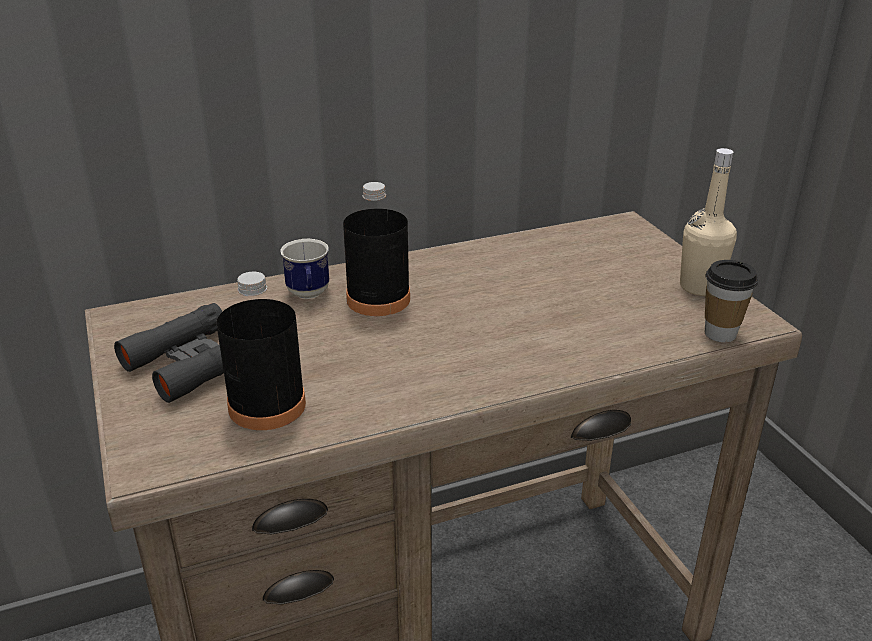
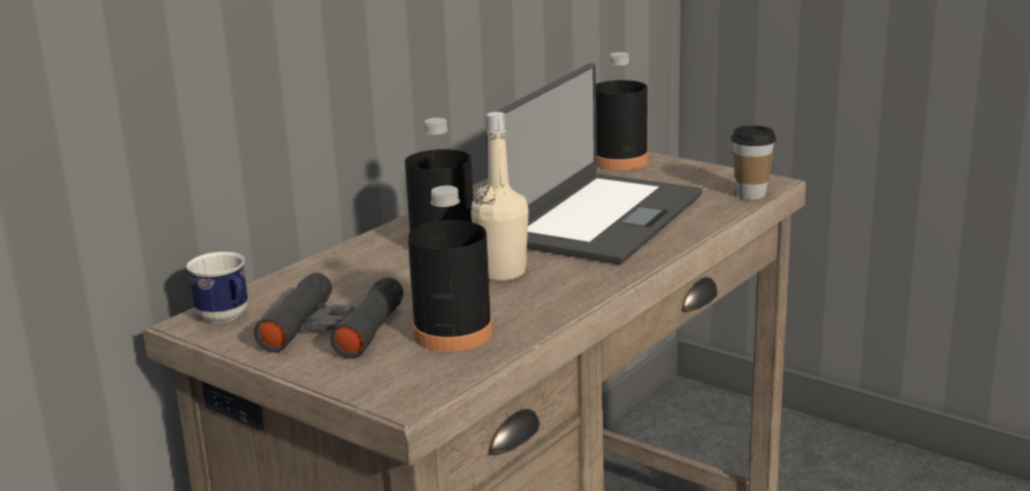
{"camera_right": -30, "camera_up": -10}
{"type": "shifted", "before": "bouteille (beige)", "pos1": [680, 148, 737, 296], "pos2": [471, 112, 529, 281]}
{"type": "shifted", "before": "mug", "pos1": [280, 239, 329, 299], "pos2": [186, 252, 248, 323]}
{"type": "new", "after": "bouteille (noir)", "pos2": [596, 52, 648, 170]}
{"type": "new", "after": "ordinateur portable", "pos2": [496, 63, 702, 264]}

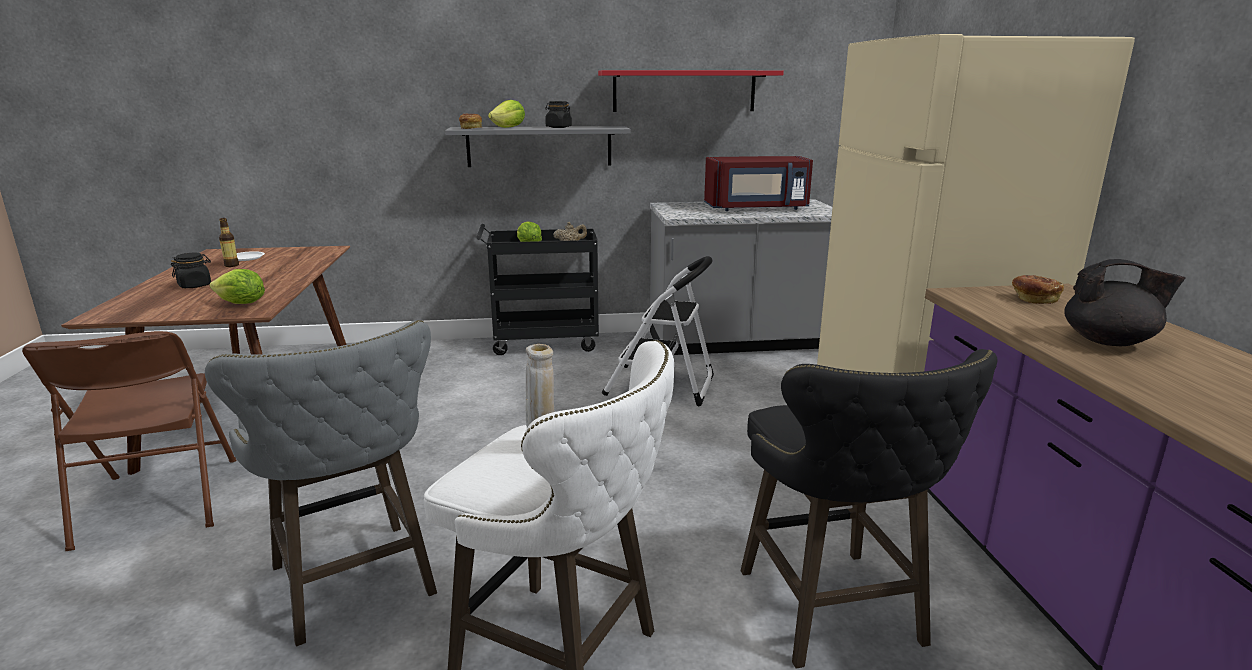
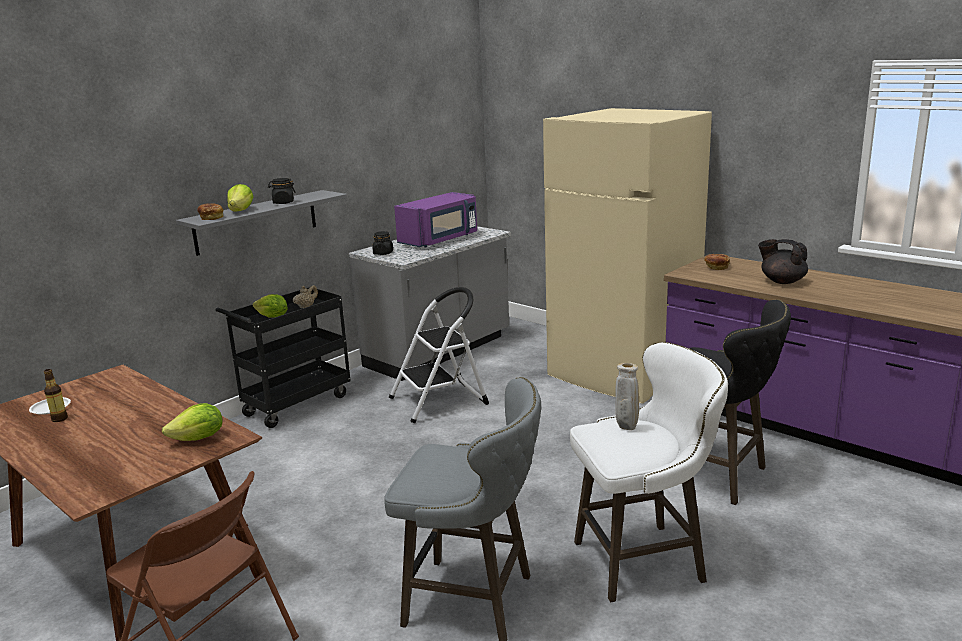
{"camera_right": -40, "camera_up": 0}
{"type": "gone", "before": "étagère (rouge)", "pos1": [598, 70, 784, 112]}
{"type": "repainted", "before": "micro-ondes (rouge)", "after": "micro-ondes (violet)", "pos1": [704, 156, 813, 211], "pos2": [394, 192, 477, 247]}
{"type": "shifted", "before": "bocal (noir)", "pos1": [171, 253, 211, 288], "pos2": [372, 231, 393, 255]}
{"type": "rotated", "before": "théière (noir)", "pos1": [1064, 259, 1186, 346], "pos2": [758, 239, 808, 284], "turn": -120}

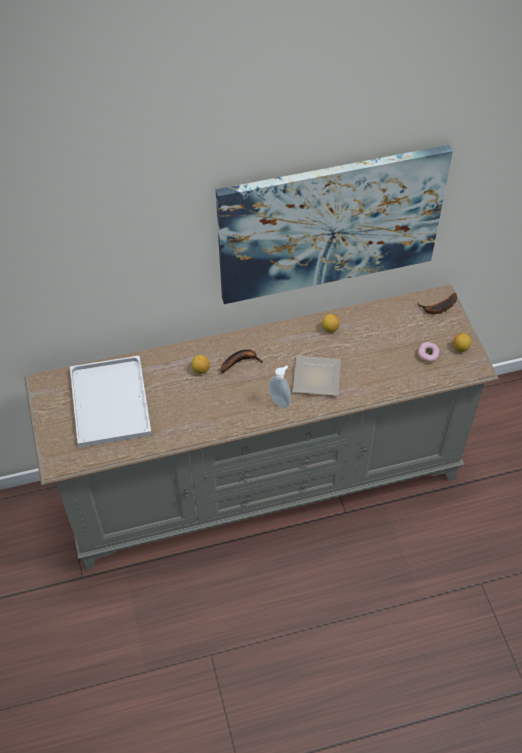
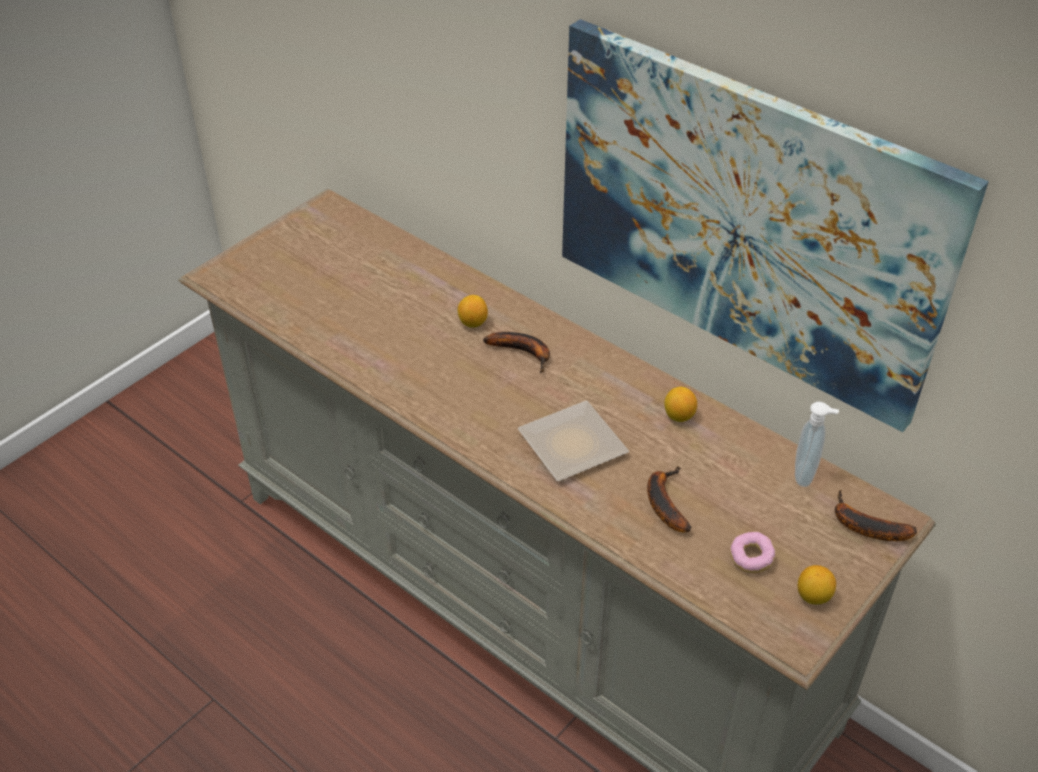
{"camera_right": 55, "camera_up": -10}
{"type": "gone", "before": "plateau (blanc)", "pos1": [70, 356, 152, 447]}
{"type": "shifted", "before": "distributeur de savon", "pos1": [269, 366, 291, 408], "pos2": [795, 402, 839, 487]}
{"type": "new", "after": "banane", "pos2": [647, 466, 691, 532]}

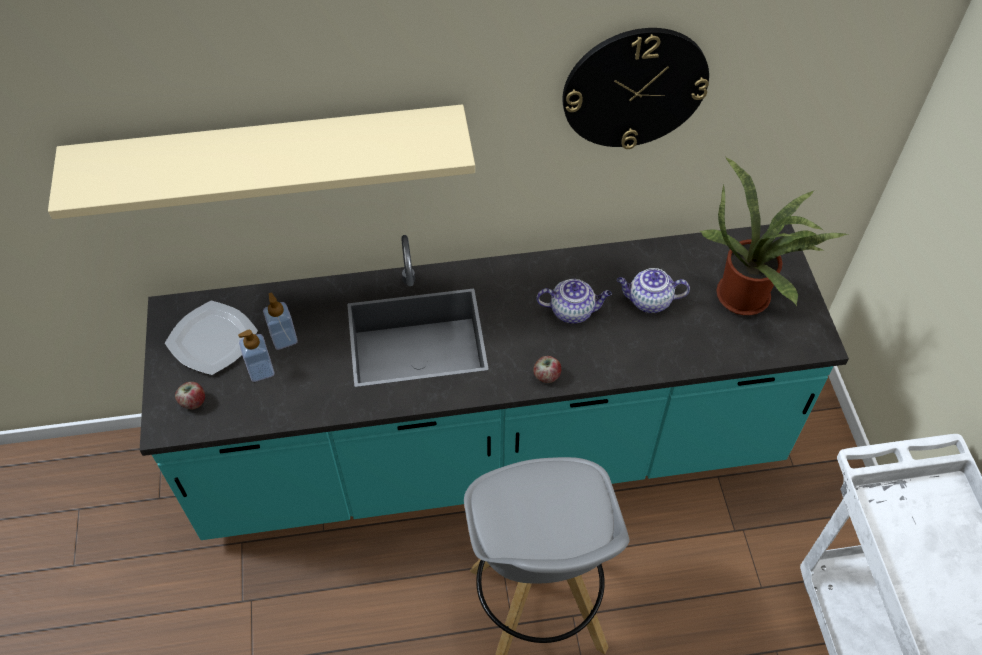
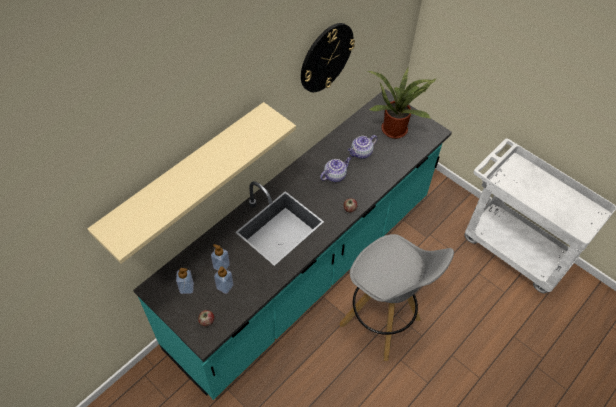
{"camera_right": -40, "camera_up": 0}
{"type": "swapped", "before": "assiette", "after": "distributeur de savon", "pos1": [165, 301, 258, 375], "pos2": [176, 268, 194, 294]}

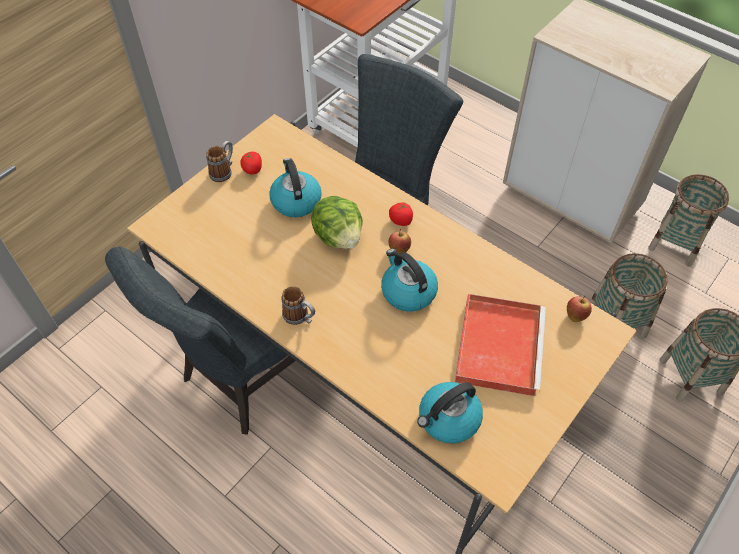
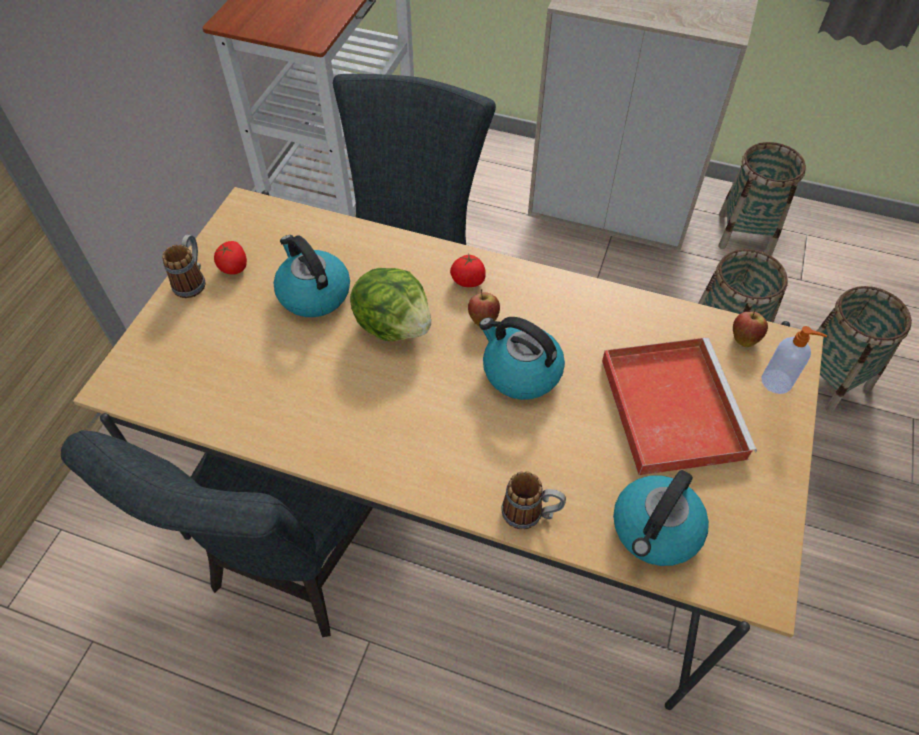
{"camera_right": -20, "camera_up": 0}
{"type": "shifted", "before": "mug", "pos1": [282, 286, 315, 325], "pos2": [501, 471, 566, 530]}
{"type": "new", "after": "distributeur de savon", "pos2": [762, 326, 827, 394]}

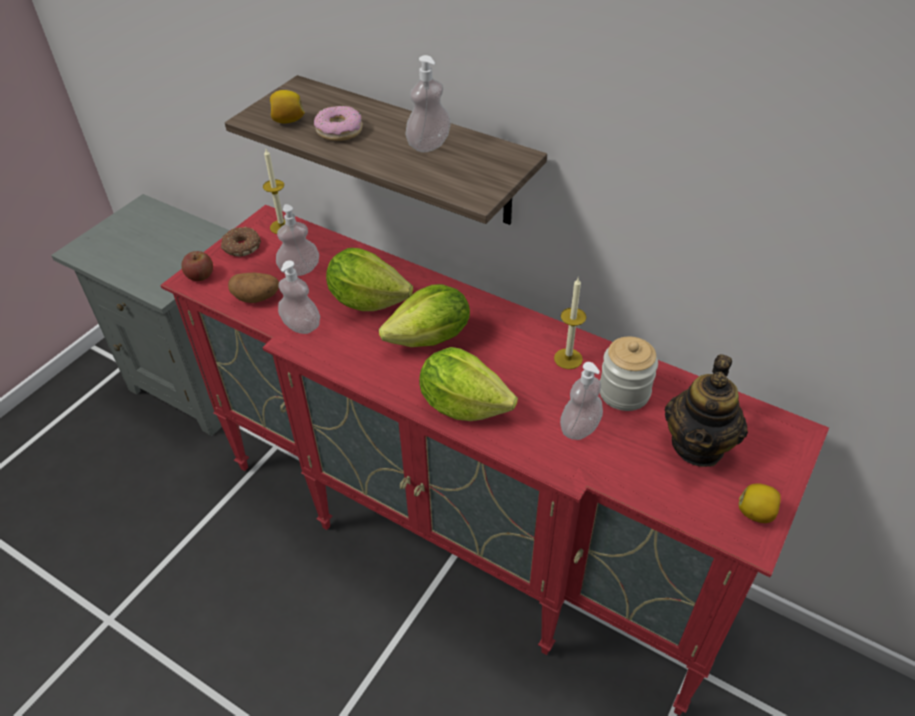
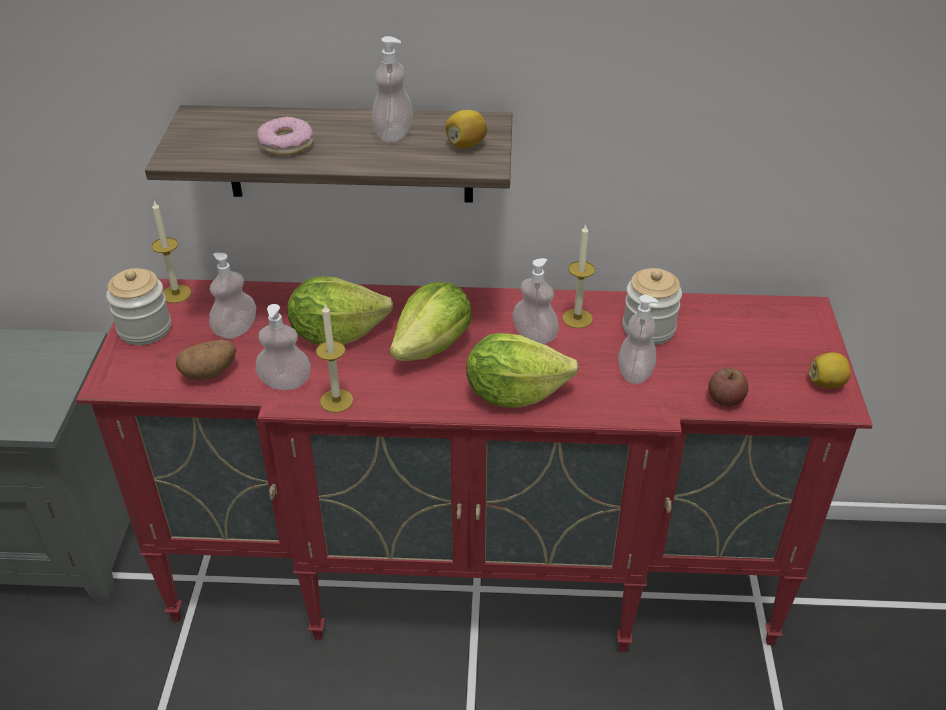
{"camera_right": -30, "camera_up": -5}
{"type": "shifted", "before": "citron", "pos1": [270, 90, 305, 123], "pos2": [445, 110, 487, 149]}
{"type": "swapped", "before": "beignet", "after": "bocal", "pos1": [221, 227, 261, 256], "pos2": [106, 268, 171, 345]}
{"type": "shifted", "before": "pomme", "pos1": [181, 251, 213, 281], "pos2": [708, 368, 748, 407]}
{"type": "gone", "before": "théière", "pos1": [665, 354, 748, 467]}
{"type": "new", "after": "distributeur de savon", "pos2": [512, 258, 559, 344]}
{"type": "new", "after": "bougie", "pos2": [316, 304, 353, 413]}

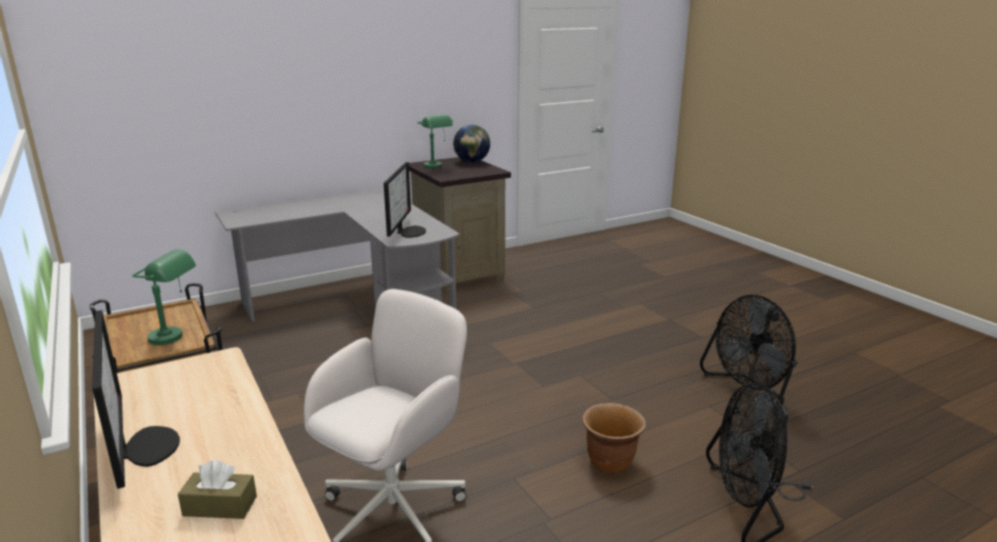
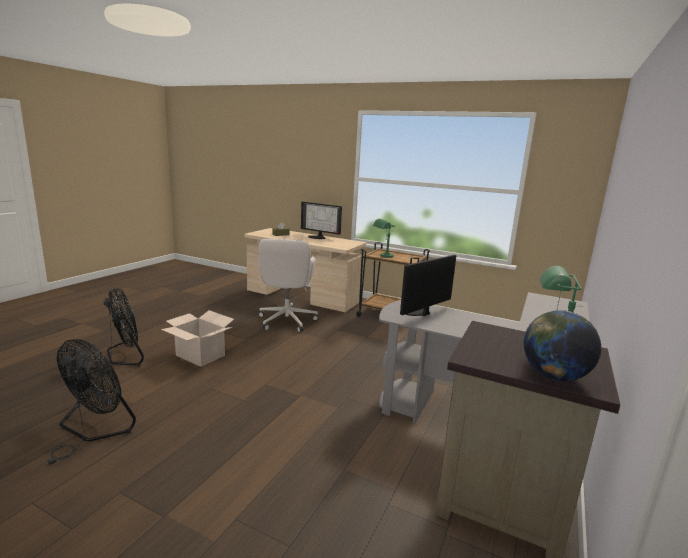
{"camera_right": 145, "camera_up": -5}
{"type": "rotated", "before": "écran d'ordinateur", "pos1": [384, 162, 426, 238], "pos2": [400, 255, 456, 316], "turn": 75}
{"type": "swapped", "before": "cache-pot (marron)", "after": "carton", "pos1": [582, 403, 646, 473], "pos2": [161, 310, 234, 367]}

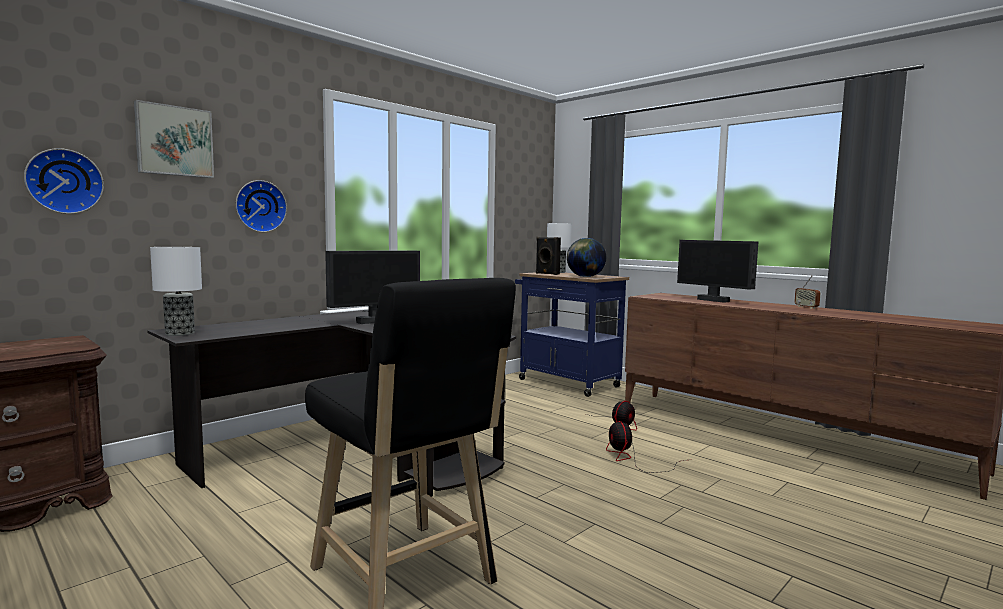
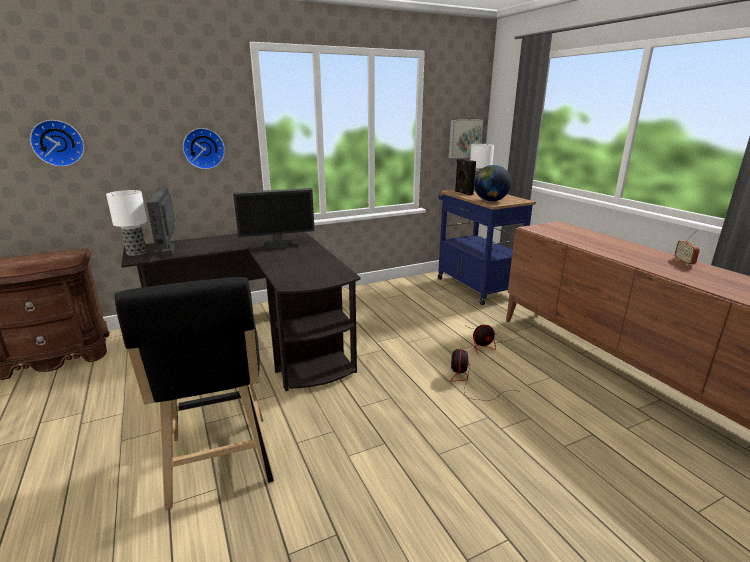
{"camera_right": 20, "camera_up": 15}
{"type": "shifted", "before": "tableau", "pos1": [134, 100, 214, 178], "pos2": [449, 119, 483, 158]}
{"type": "shifted", "before": "écran d'ordinateur", "pos1": [677, 240, 759, 303], "pos2": [147, 187, 175, 256]}

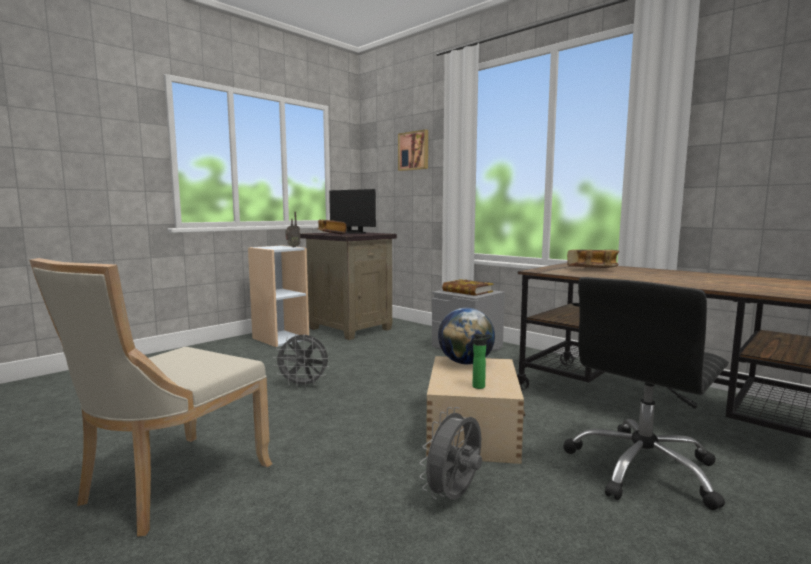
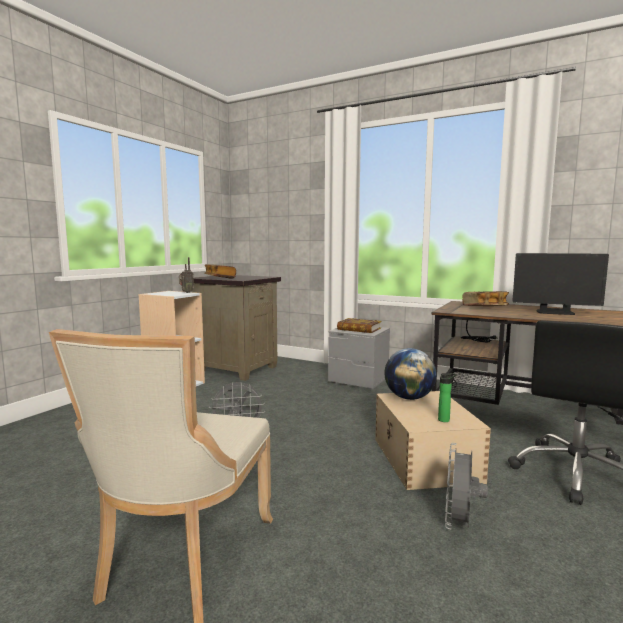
{"camera_right": -15, "camera_up": 0}
{"type": "gone", "before": "tableau", "pos1": [398, 129, 428, 171]}
{"type": "shifted", "before": "écran d'ordinateur", "pos1": [329, 189, 376, 234], "pos2": [512, 253, 609, 315]}

